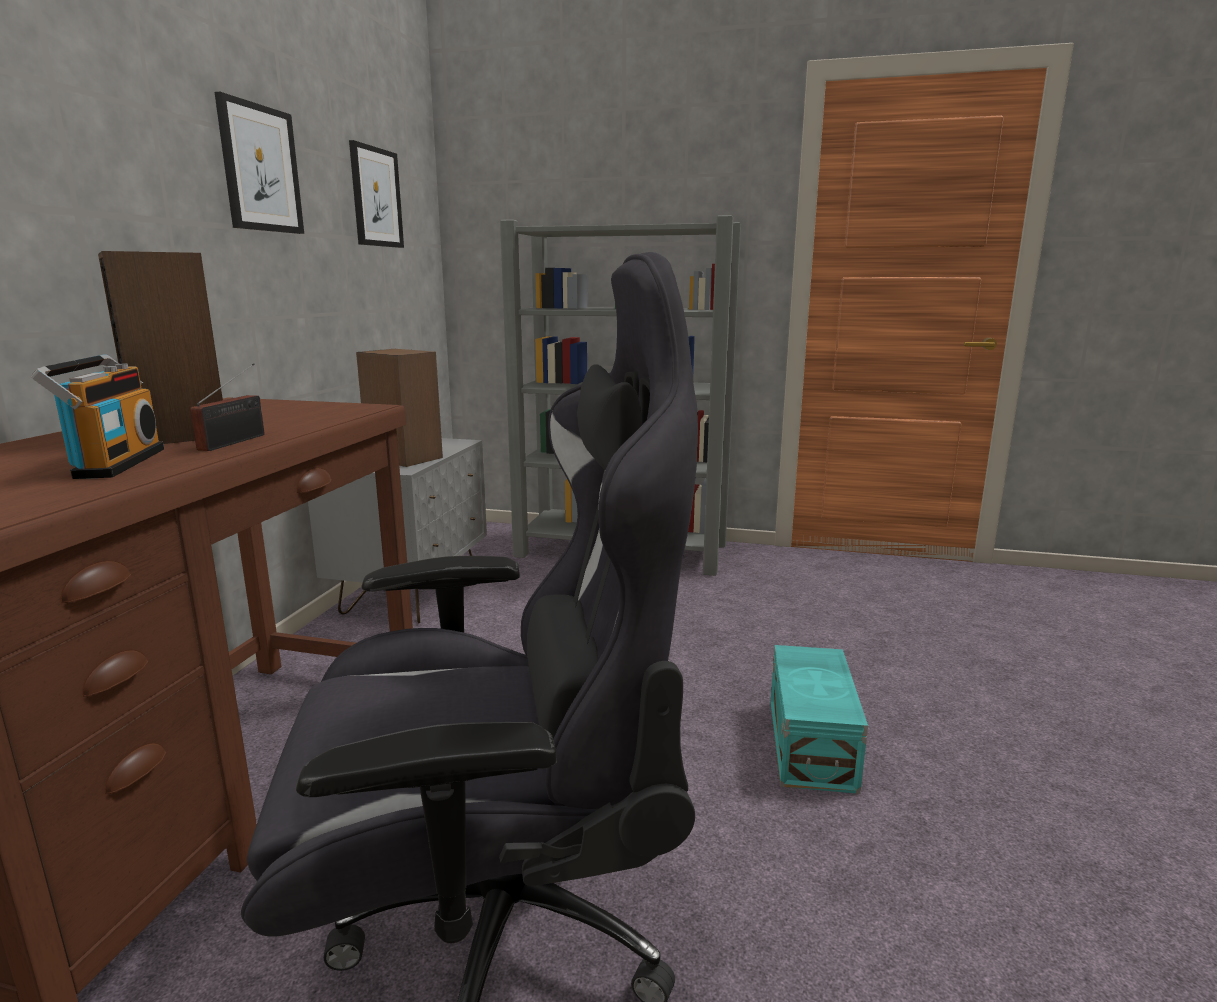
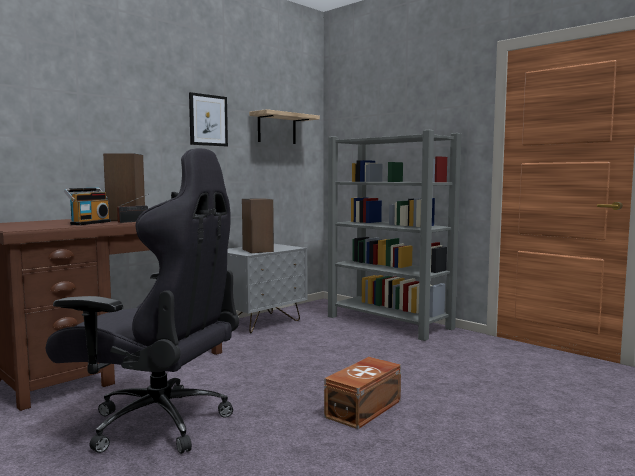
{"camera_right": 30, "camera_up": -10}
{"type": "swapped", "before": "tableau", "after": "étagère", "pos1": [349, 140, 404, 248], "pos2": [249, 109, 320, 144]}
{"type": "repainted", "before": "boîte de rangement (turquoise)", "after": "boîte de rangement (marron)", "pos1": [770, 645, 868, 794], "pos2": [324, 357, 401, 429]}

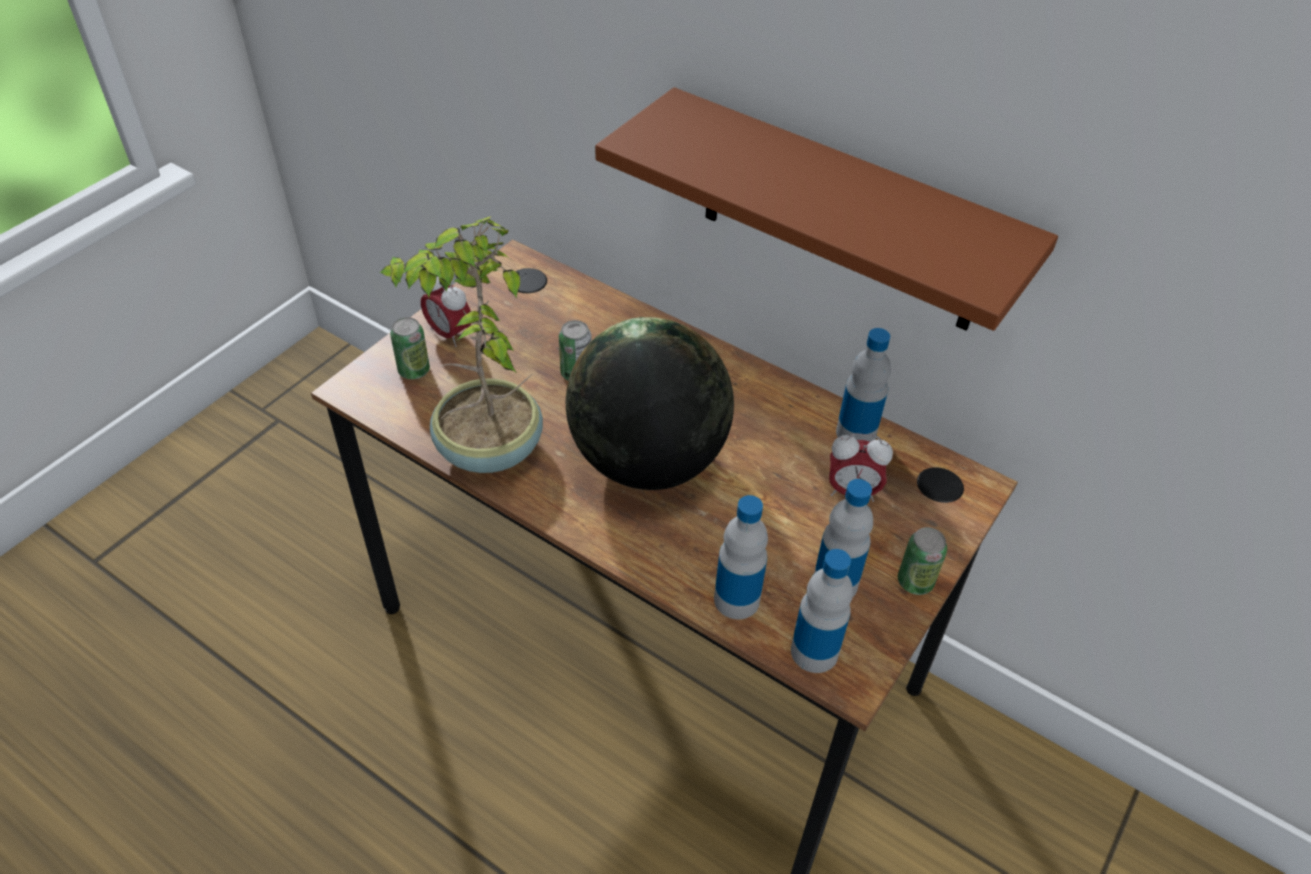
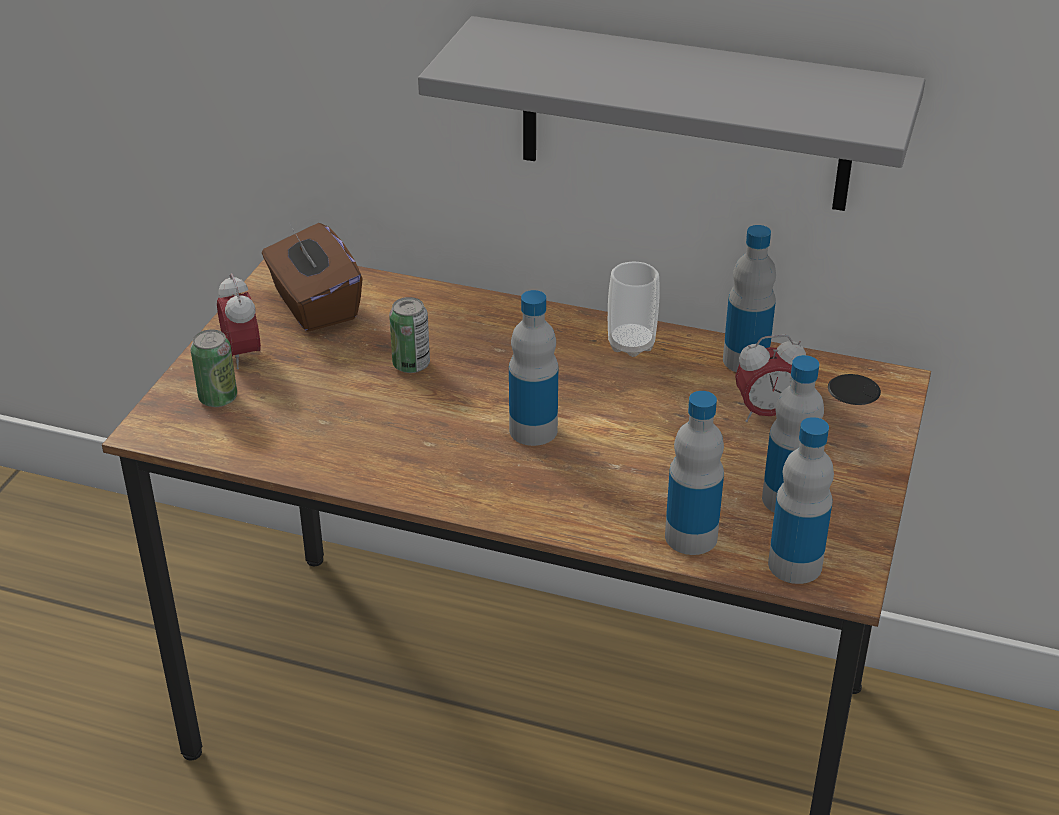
{"camera_right": -15, "camera_up": -10}
{"type": "repainted", "before": "étagère (marron)", "after": "étagère (gris)", "pos1": [595, 87, 1058, 331], "pos2": [418, 16, 925, 211]}
{"type": "gone", "before": "plante en pot", "pos1": [379, 216, 543, 473]}
{"type": "rotated", "before": "réveil", "pos1": [421, 276, 472, 347], "pos2": [217, 273, 261, 370], "turn": 45}
{"type": "swapped", "before": "globe", "after": "bouteille", "pos1": [566, 317, 734, 490], "pos2": [509, 290, 558, 446]}
{"type": "gone", "before": "boîte métallique", "pos1": [898, 527, 947, 595]}
{"type": "new", "after": "boîte à mouchoirs (marron)", "pos2": [262, 223, 363, 332]}
{"type": "new", "after": "tasse", "pos2": [608, 261, 660, 357]}

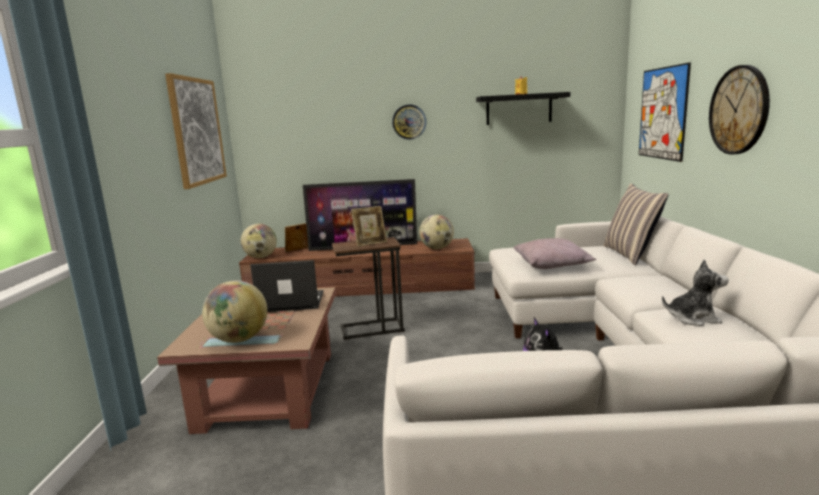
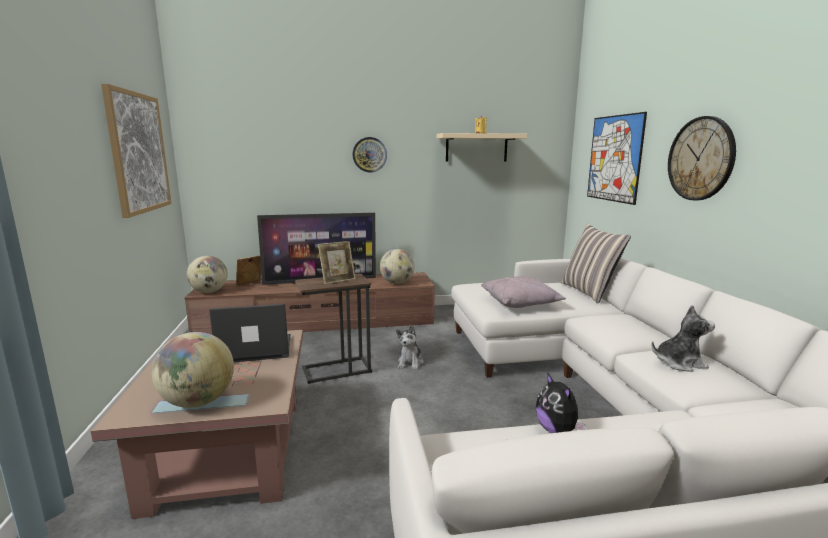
{"camera_right": -10, "camera_up": 0}
{"type": "repainted", "before": "étagère (noir)", "after": "étagère (beige)", "pos1": [476, 92, 570, 125], "pos2": [436, 133, 527, 162]}
{"type": "new", "after": "peluche", "pos2": [396, 325, 424, 370]}

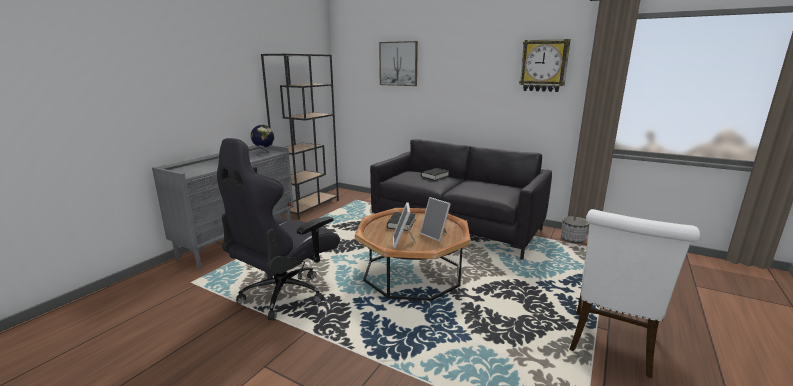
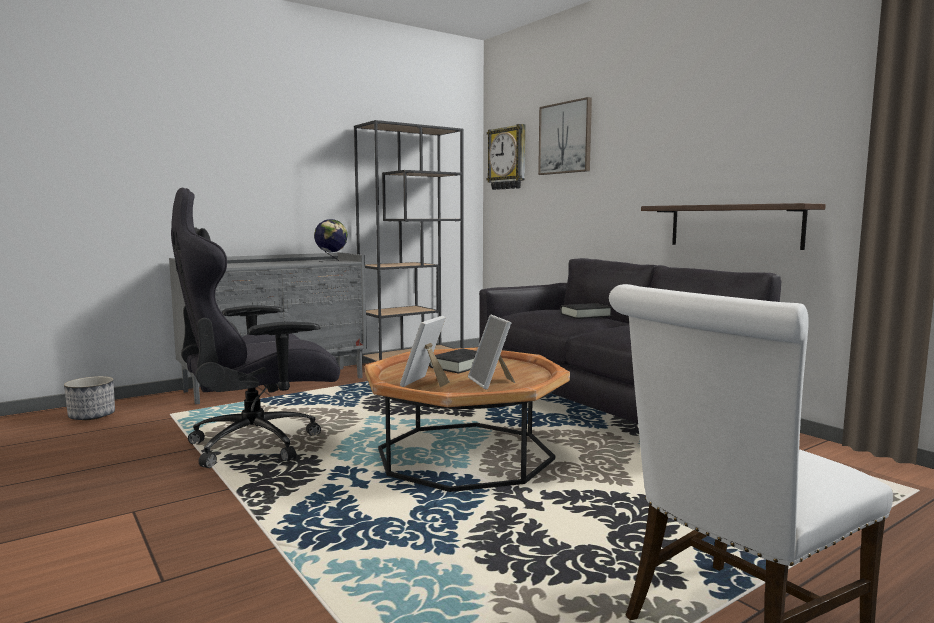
{"camera_right": 25, "camera_up": -10}
{"type": "shifted", "before": "horloge murale", "pos1": [519, 39, 571, 92], "pos2": [486, 124, 526, 190]}
{"type": "shifted", "before": "cache-pot", "pos1": [561, 216, 589, 243], "pos2": [64, 376, 115, 420]}
{"type": "new", "after": "étagère", "pos2": [641, 203, 826, 250]}

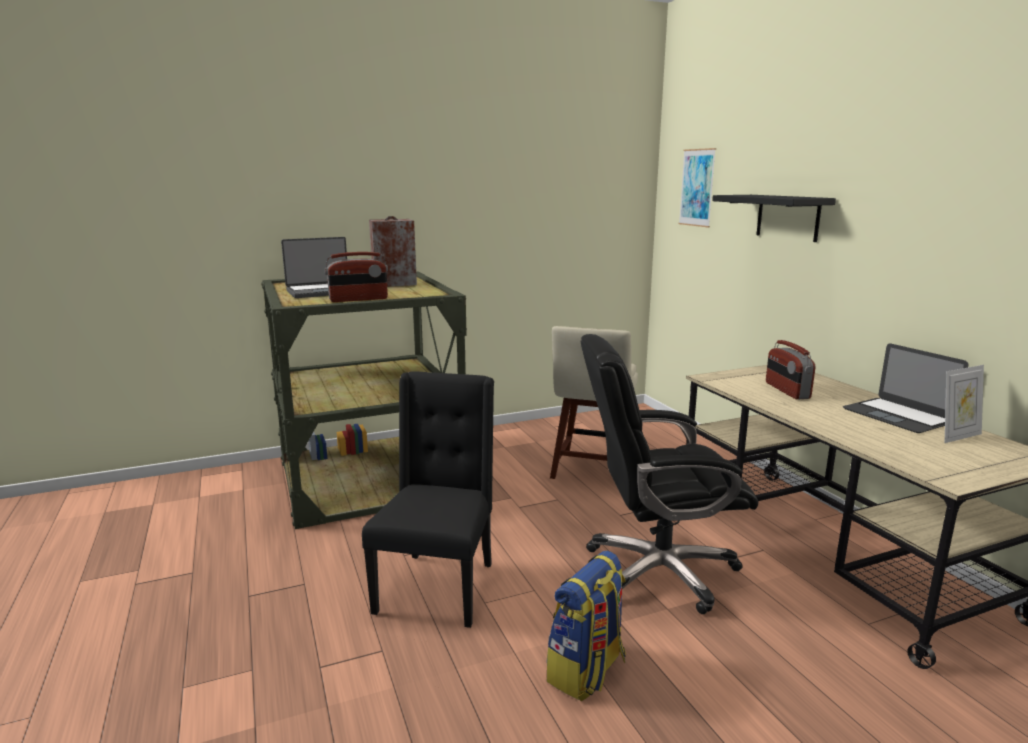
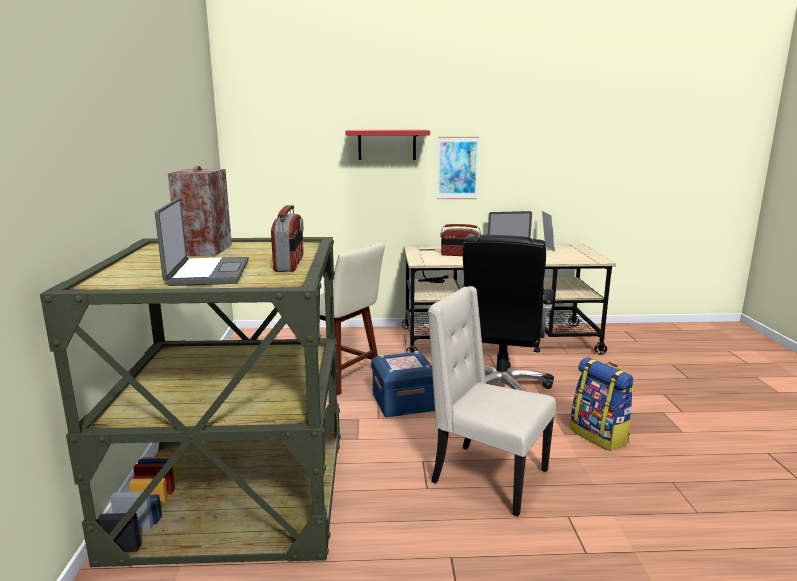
{"camera_right": -70, "camera_up": 0}
{"type": "shifted", "before": "tableau", "pos1": [678, 148, 716, 228], "pos2": [437, 137, 479, 199]}
{"type": "repainted", "before": "étagère (noir)", "after": "étagère (rouge)", "pos1": [712, 195, 836, 242], "pos2": [346, 130, 430, 160]}
{"type": "repainted", "before": "chaise (noir)", "after": "chaise (beige)", "pos1": [362, 371, 494, 628], "pos2": [428, 286, 556, 516]}
{"type": "new", "after": "boîte de rangement (bleu)", "pos2": [371, 351, 435, 417]}

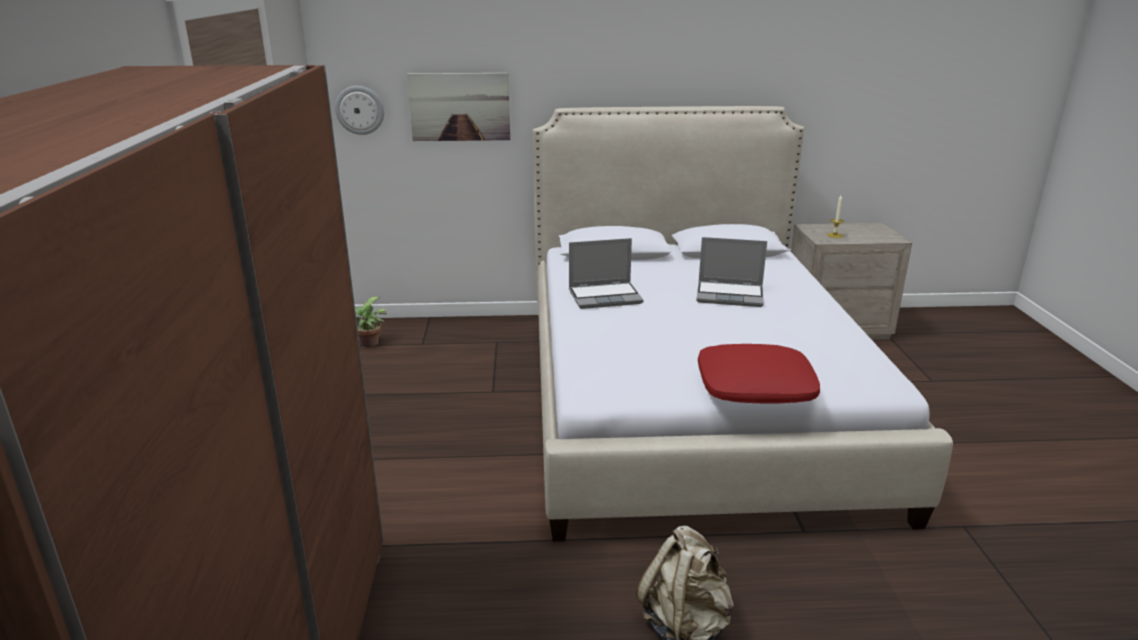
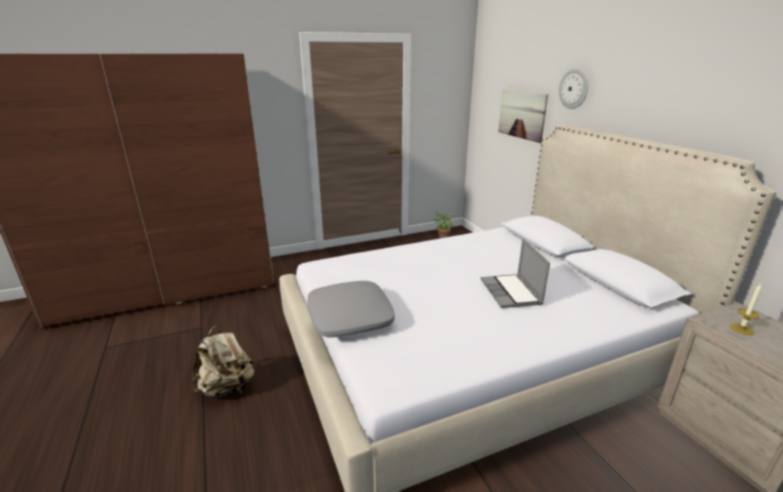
{"camera_right": 70, "camera_up": 0}
{"type": "shifted", "before": "horloge murale", "pos1": [335, 86, 384, 135], "pos2": [559, 69, 588, 109]}
{"type": "gone", "before": "ordinateur portable", "pos1": [569, 238, 643, 309]}
{"type": "repainted", "before": "coussin (rouge)", "after": "coussin (gris)", "pos1": [698, 344, 820, 404], "pos2": [307, 281, 395, 338]}

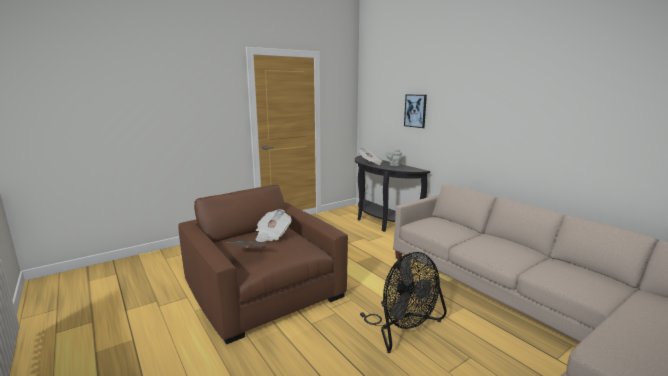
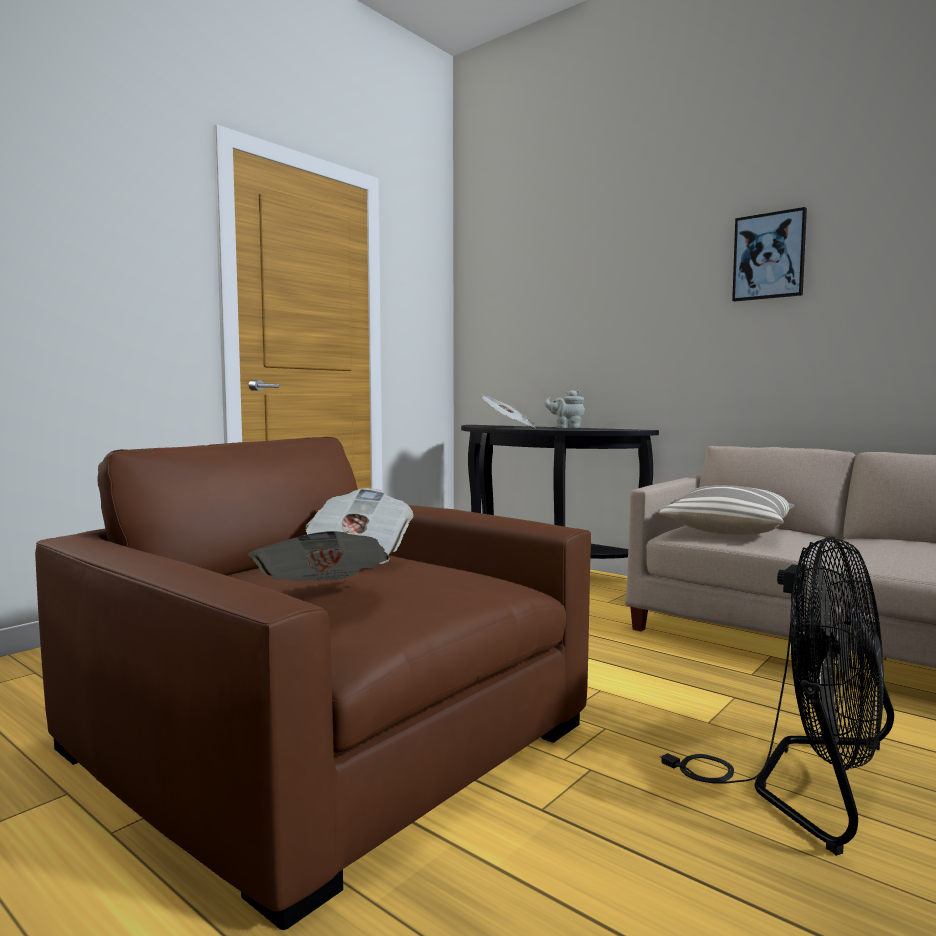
{"camera_right": -15, "camera_up": -10}
{"type": "shifted", "before": "tableau", "pos1": [404, 94, 427, 128], "pos2": [732, 207, 807, 302]}
{"type": "new", "after": "coussin", "pos2": [659, 485, 794, 535]}

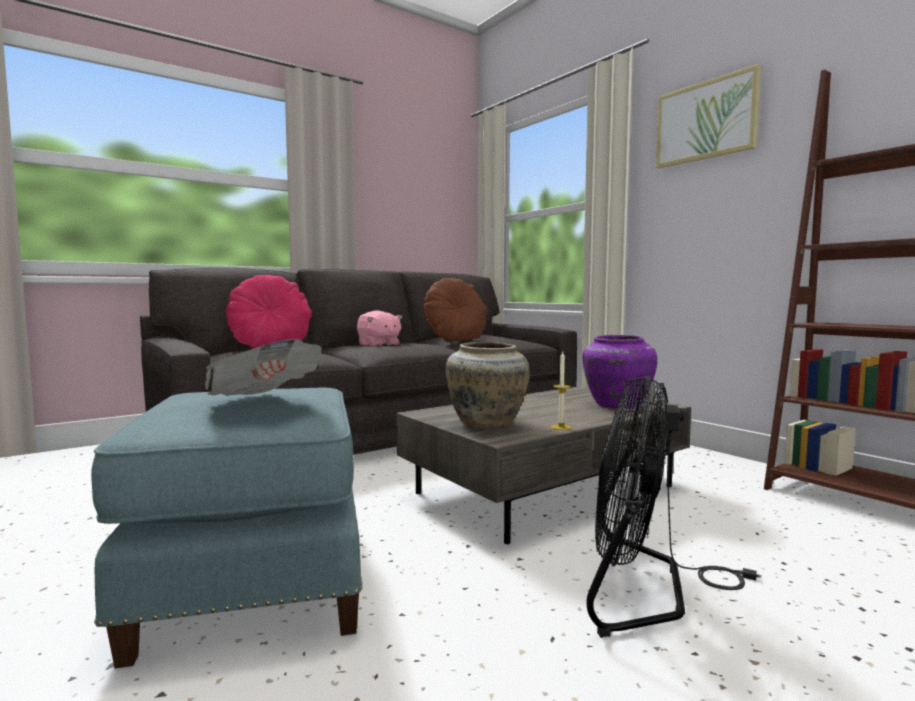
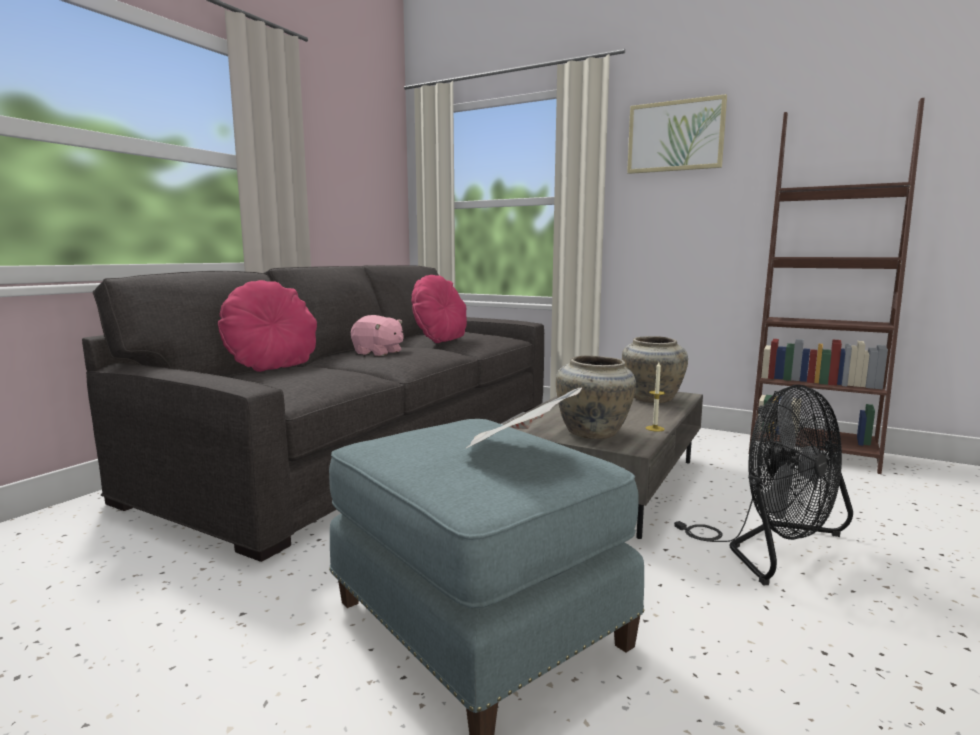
{"camera_right": -25, "camera_up": 5}
{"type": "repainted", "before": "coussin (marron)", "after": "coussin (rose)", "pos1": [423, 278, 487, 342], "pos2": [411, 275, 467, 343]}
{"type": "repainted", "before": "vase (violet)", "after": "vase (beige)", "pos1": [583, 335, 657, 409], "pos2": [622, 336, 688, 403]}
{"type": "rotated", "before": "ventilateur (noir)", "pos1": [587, 375, 761, 638], "pos2": [674, 385, 853, 586], "turn": -120}

